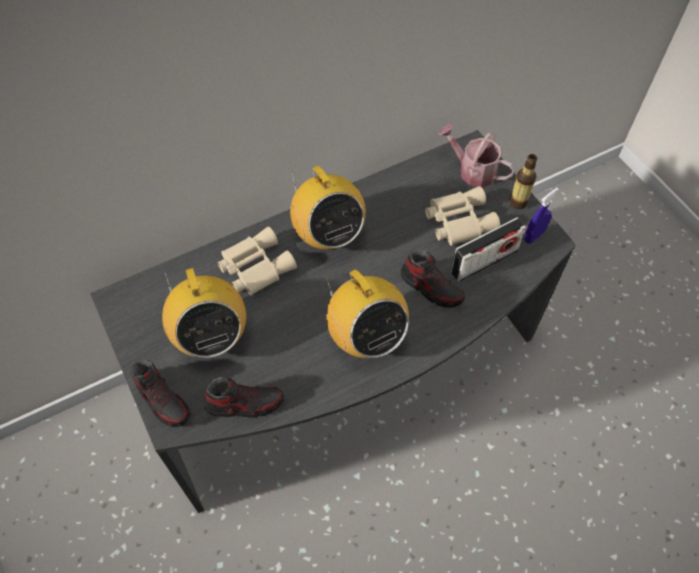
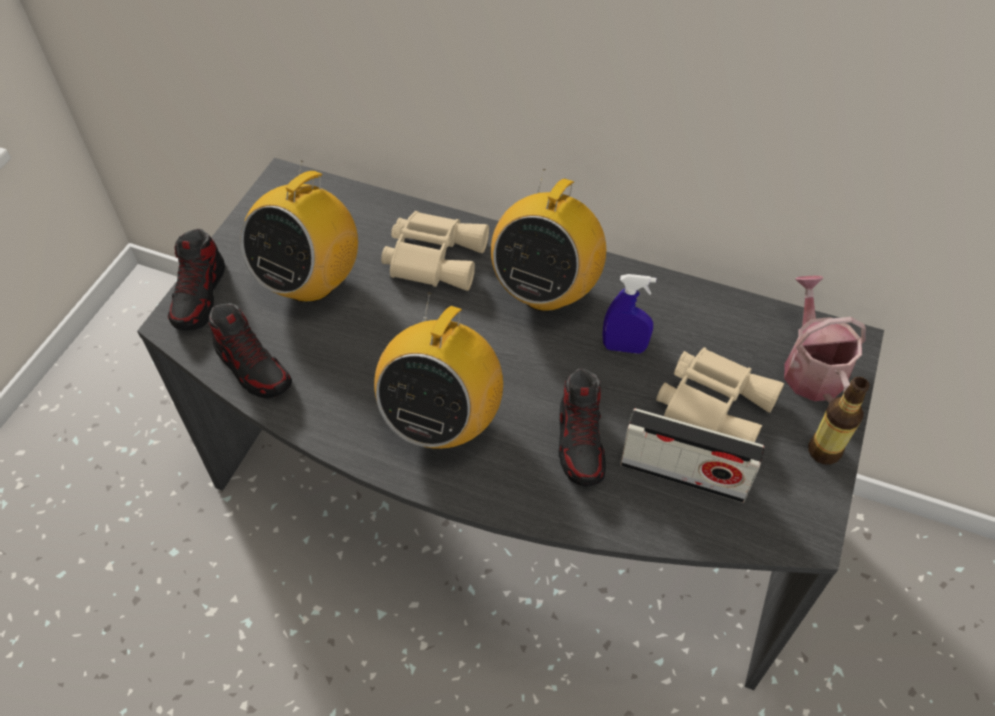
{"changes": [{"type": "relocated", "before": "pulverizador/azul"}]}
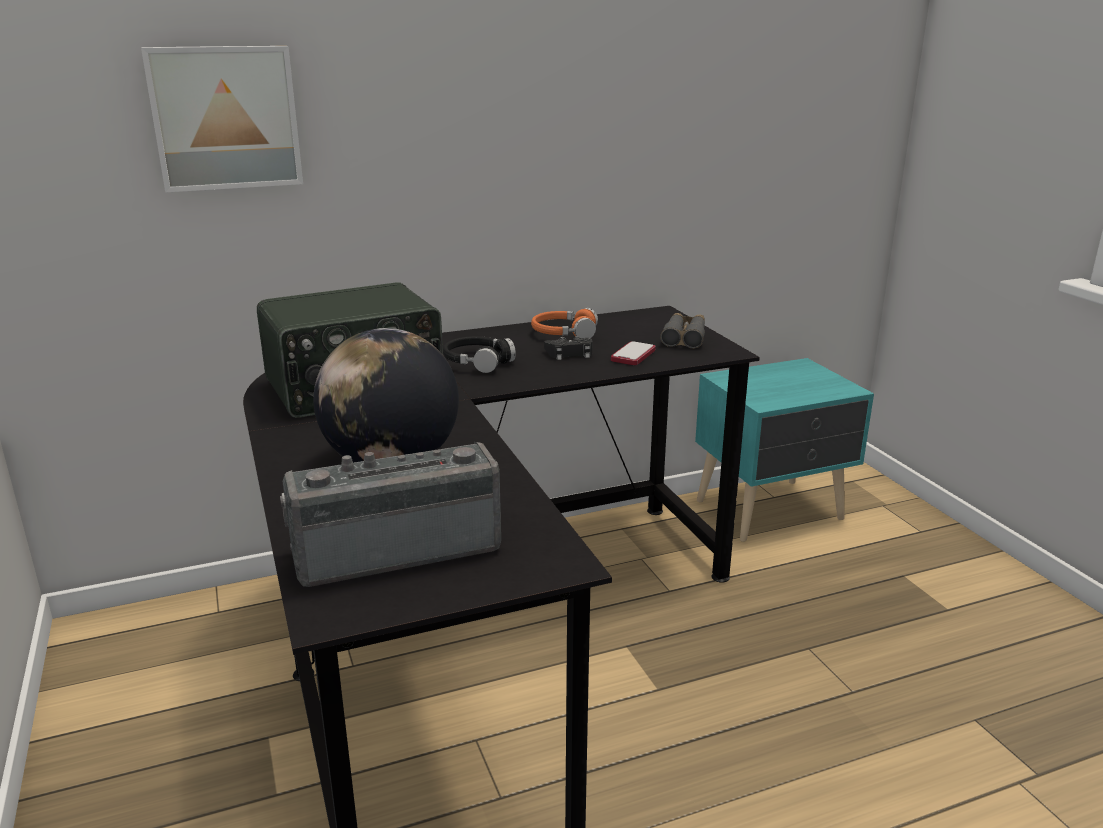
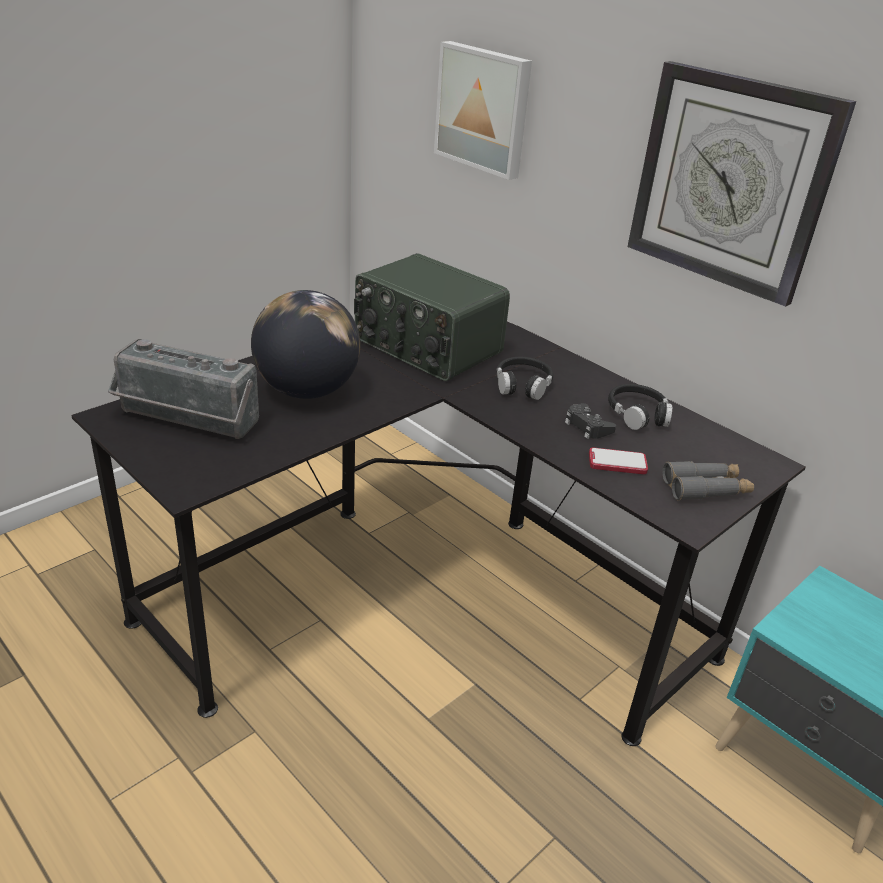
{"changes": [{"type": "spun", "before": "radio (no. 2 from left in the first image)", "turn": 150}, {"type": "colour", "before": "auriculares/naranja", "after": "auriculares/negro (no. 2 from left)"}, {"type": "appeared", "after": "reloj de pared"}]}
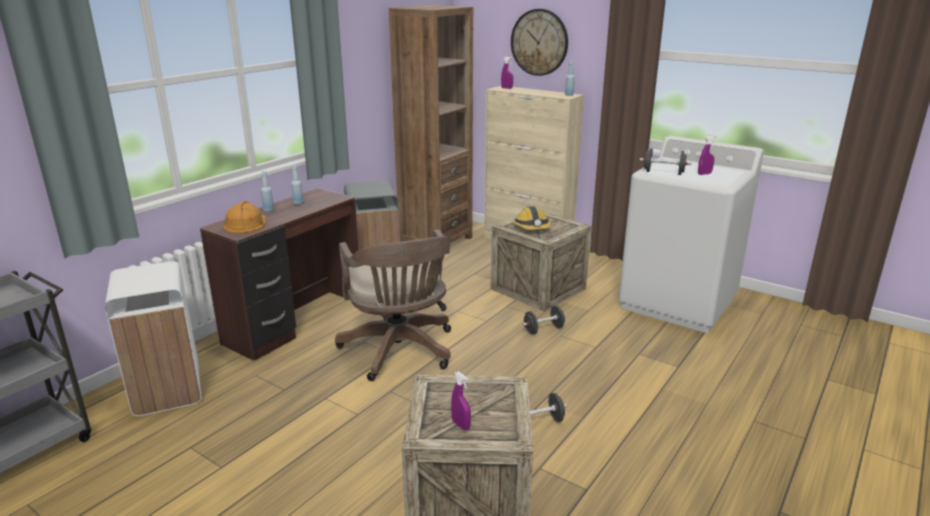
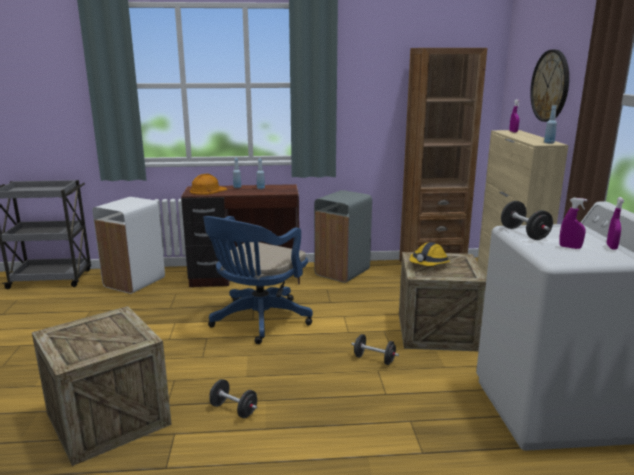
{"changes": [{"type": "colour", "before": "silla de oficina/marrón", "after": "silla de oficina/azul"}, {"type": "relocated", "before": "pulverizador/morado (no. 1 from left in the first image)", "after": "pulverizador/morado (no. 3 from left)"}]}
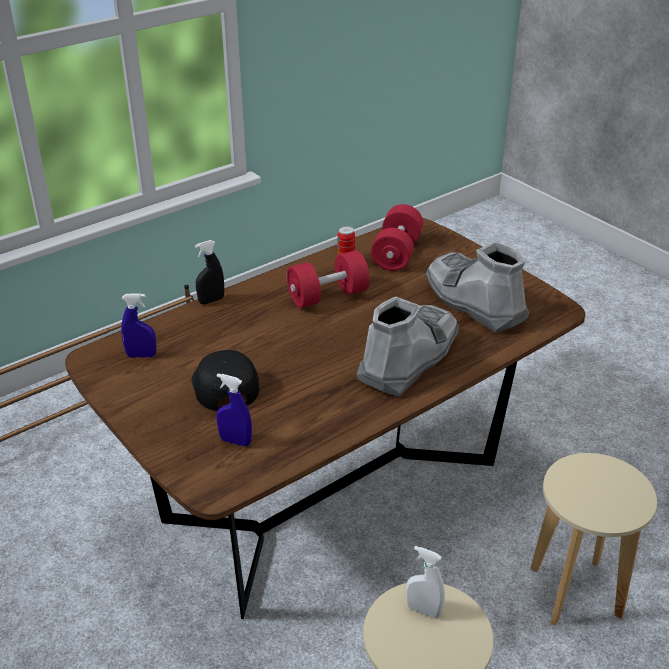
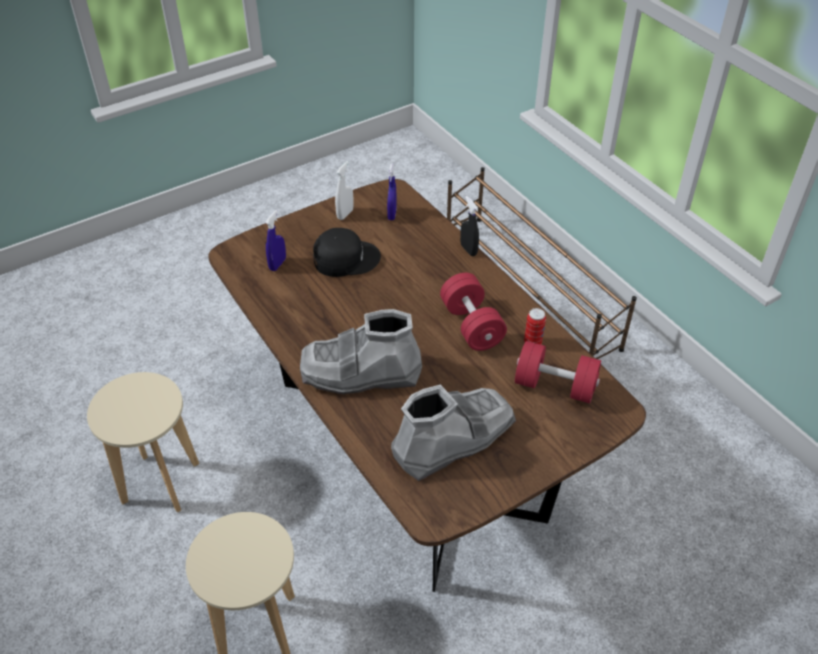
{"changes": [{"type": "spun", "before": "bota/gris (no. 1 from left)", "turn": 135}, {"type": "relocated", "before": "pulverizador/blanco"}]}
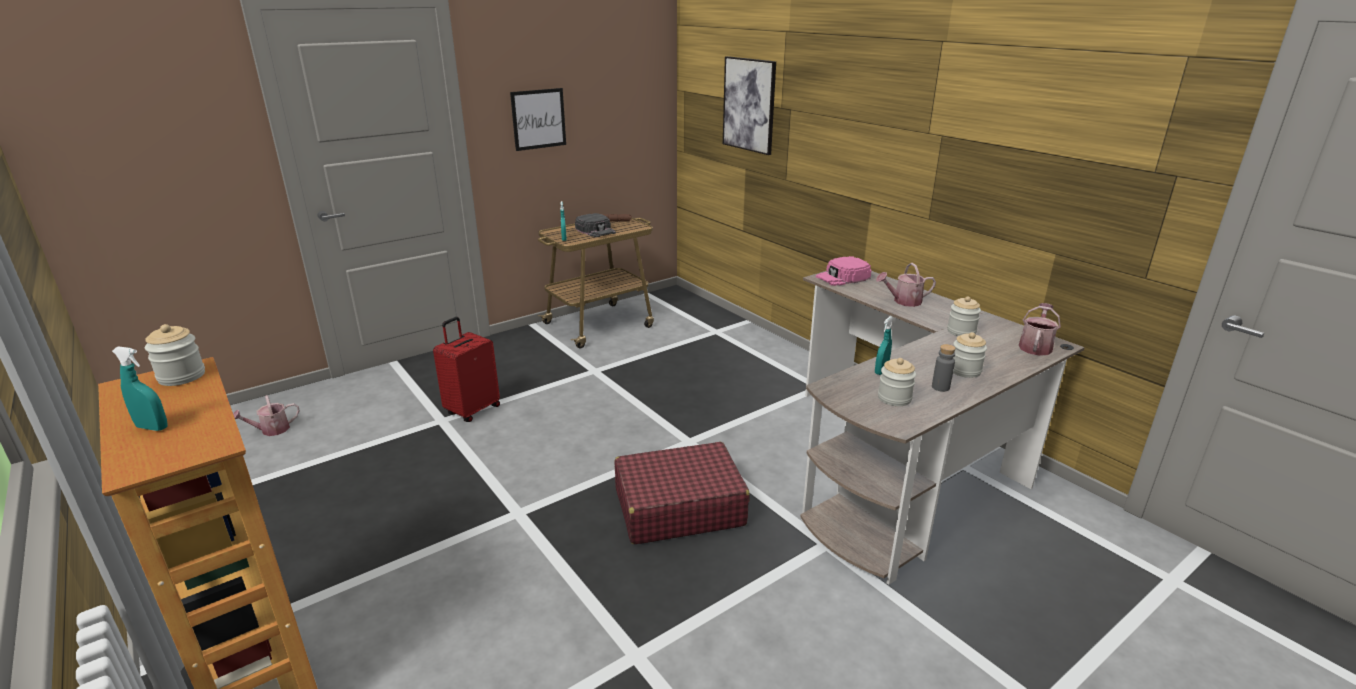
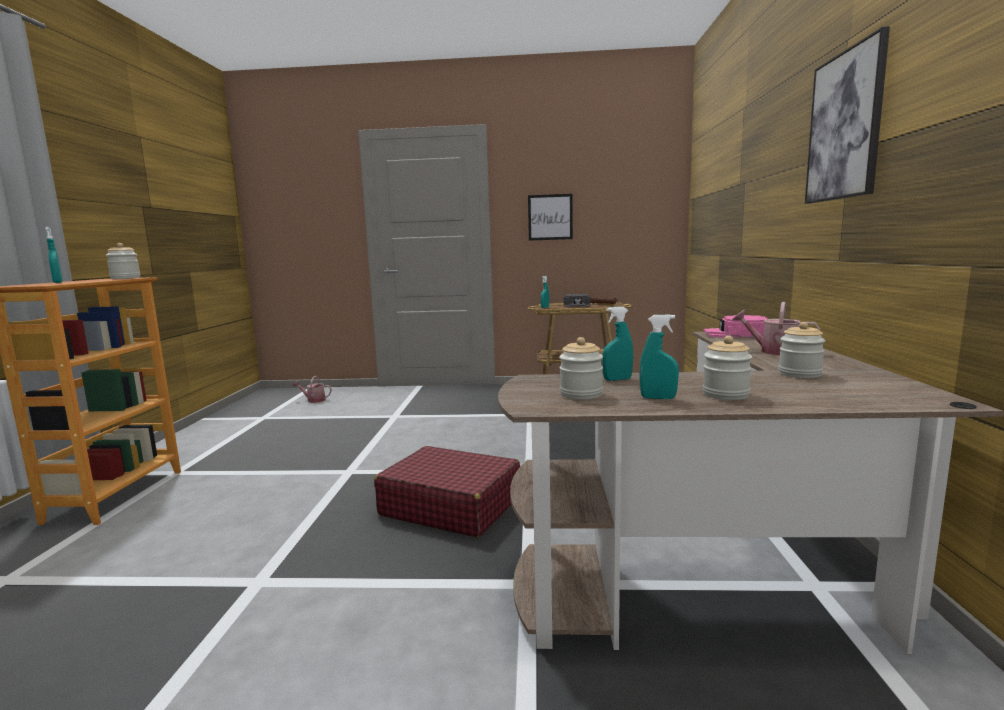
{"changes": [{"type": "missing", "before": "maleta/rojo (no. 1 from left)"}, {"type": "relocated", "before": "cuadro (no. 2 from left)"}, {"type": "exchanged", "before": "botella/gris", "after": "pulverizador/turquesa (no. 4 from left)"}, {"type": "missing", "before": "regadera (no. 3 from left)"}]}
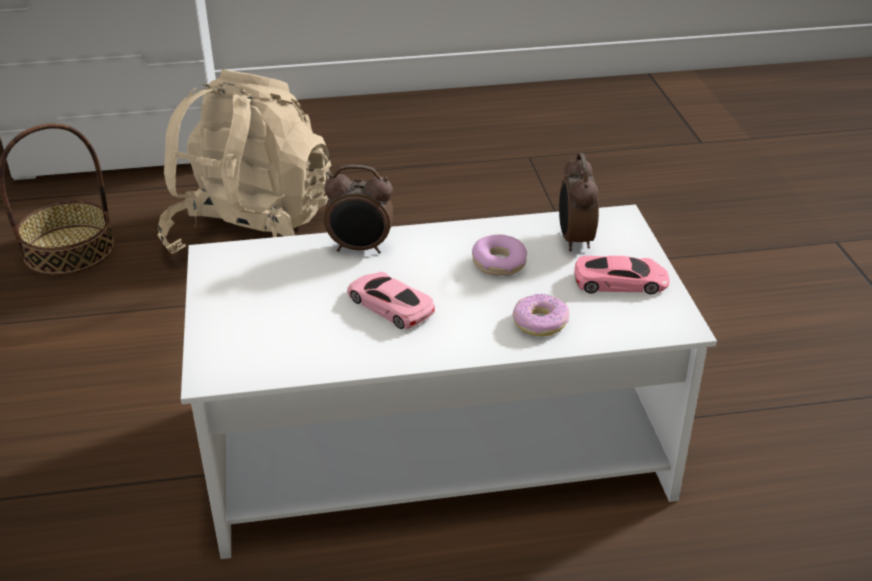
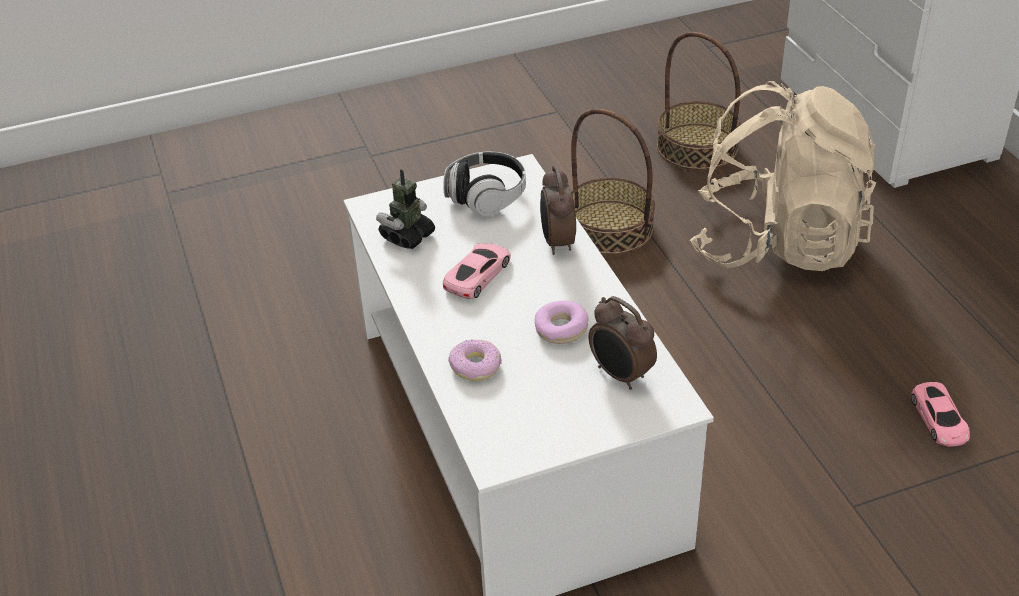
{"changes": [{"type": "spun", "before": "despertador (no. 2 from left)", "turn": -120}, {"type": "relocated", "before": "coche de juguete/rosa (no. 2 from left)"}, {"type": "appeared", "after": "robot de juguete"}, {"type": "appeared", "after": "auriculares"}, {"type": "appeared", "after": "cesta (no. 1 from left)"}]}
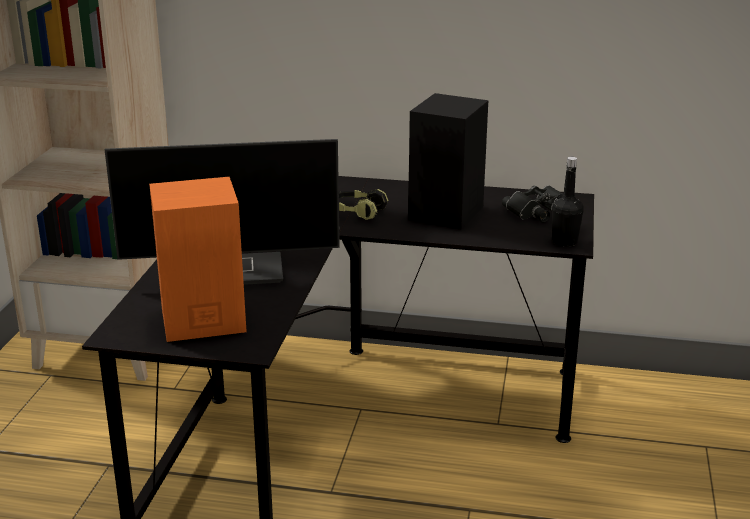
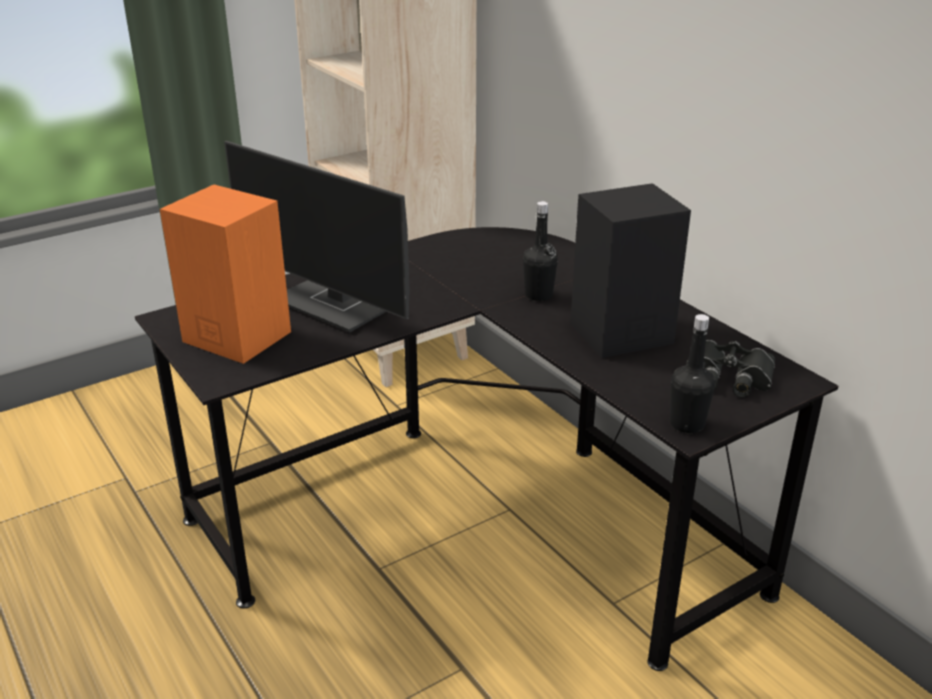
{"changes": [{"type": "exchanged", "before": "auriculares", "after": "botella/negro (no. 1 from left)"}]}
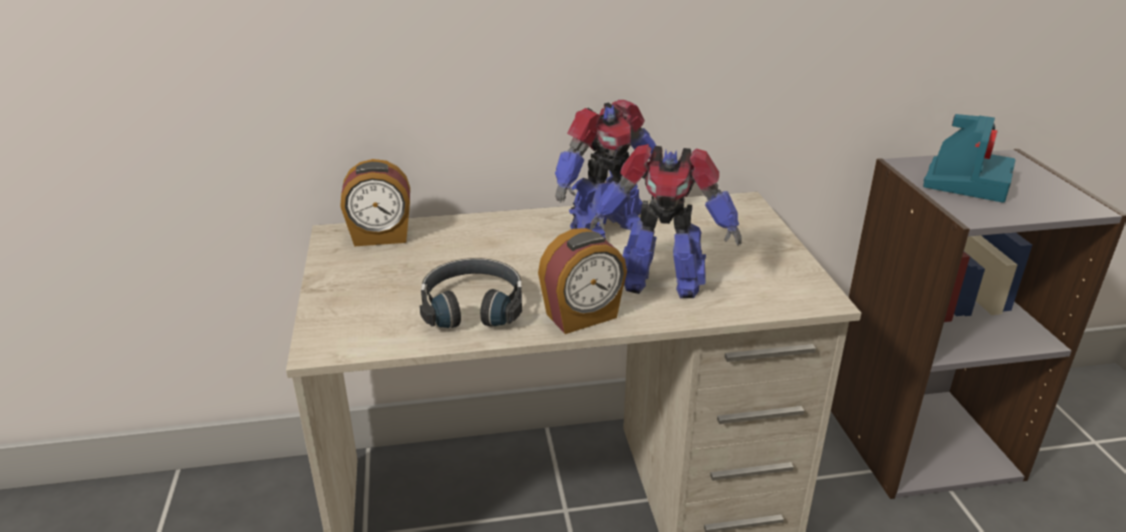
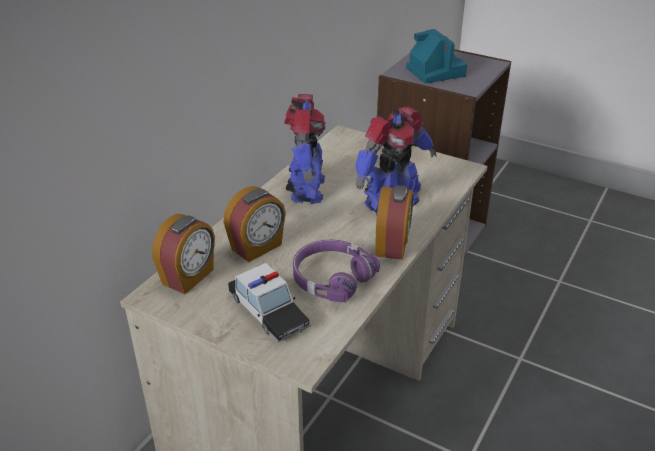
{"changes": [{"type": "colour", "before": "auriculares/negro", "after": "auriculares/morado"}, {"type": "appeared", "after": "despertador (no. 2 from left)"}, {"type": "appeared", "after": "coche de juguete"}]}
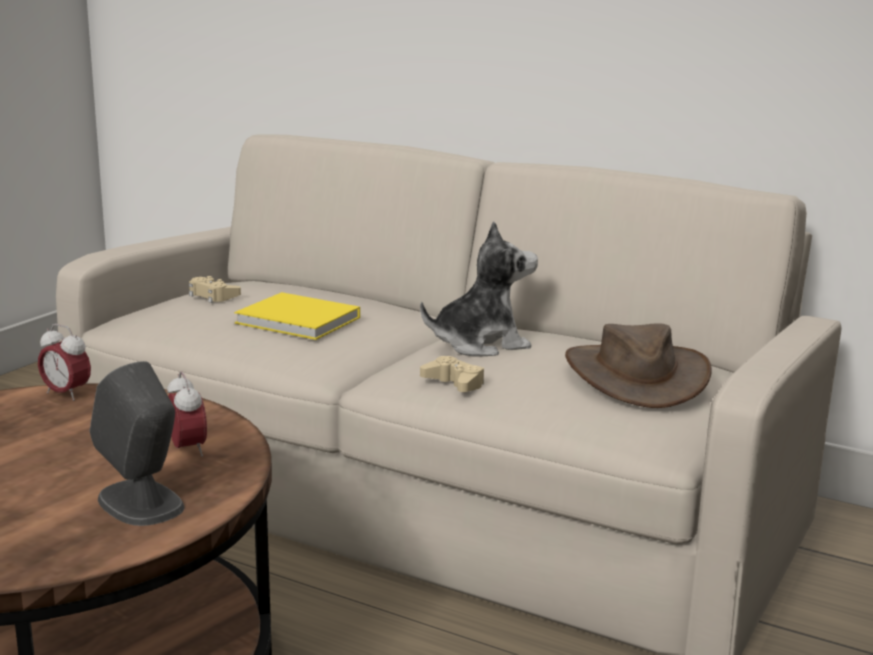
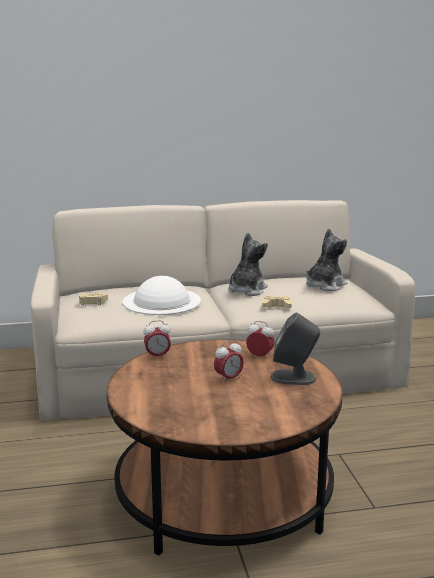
{"changes": [{"type": "exchanged", "before": "libro/amarillo", "after": "sombrero/blanco"}, {"type": "exchanged", "before": "sombrero/marrón", "after": "peluche (no. 2 from left)"}, {"type": "appeared", "after": "despertador (no. 2 from left)"}]}
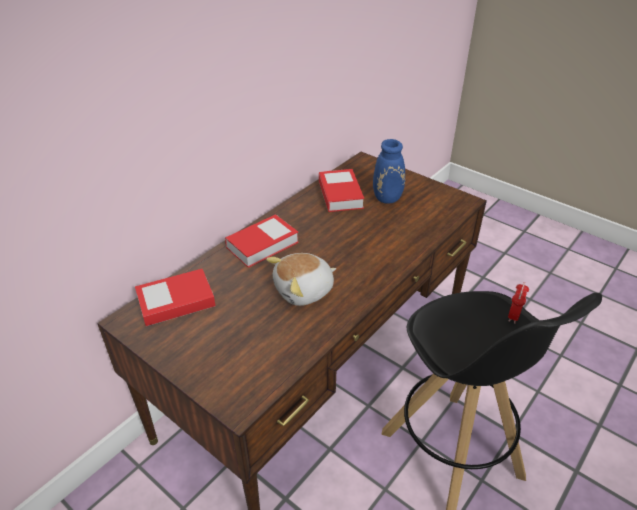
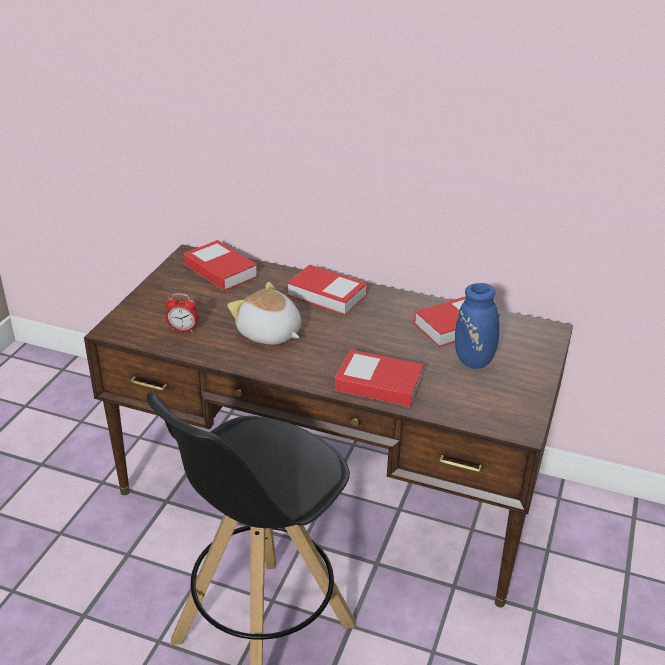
{"changes": [{"type": "relocated", "before": "despertador"}, {"type": "appeared", "after": "libro (no. 3 from left)"}]}
